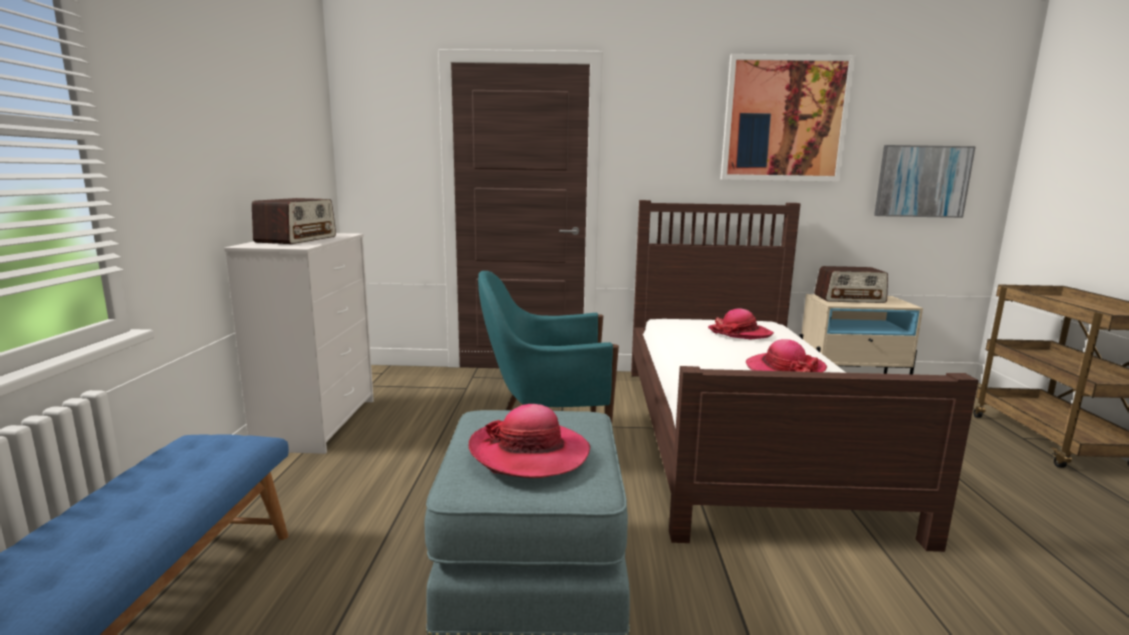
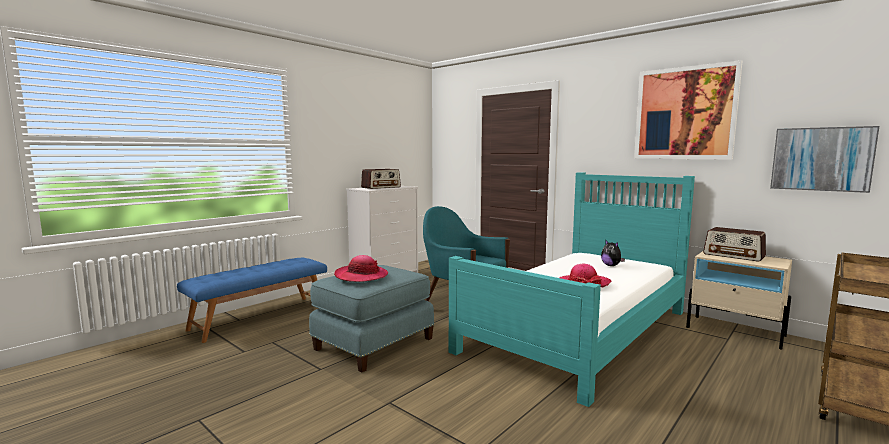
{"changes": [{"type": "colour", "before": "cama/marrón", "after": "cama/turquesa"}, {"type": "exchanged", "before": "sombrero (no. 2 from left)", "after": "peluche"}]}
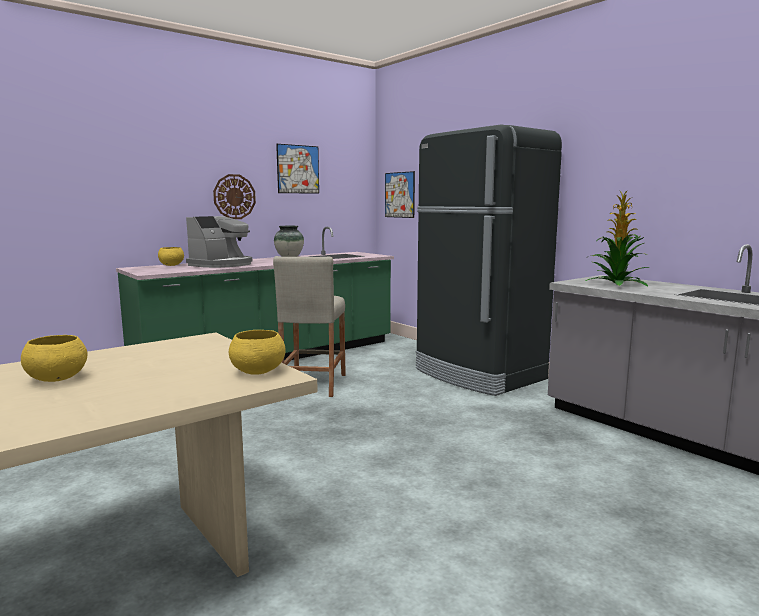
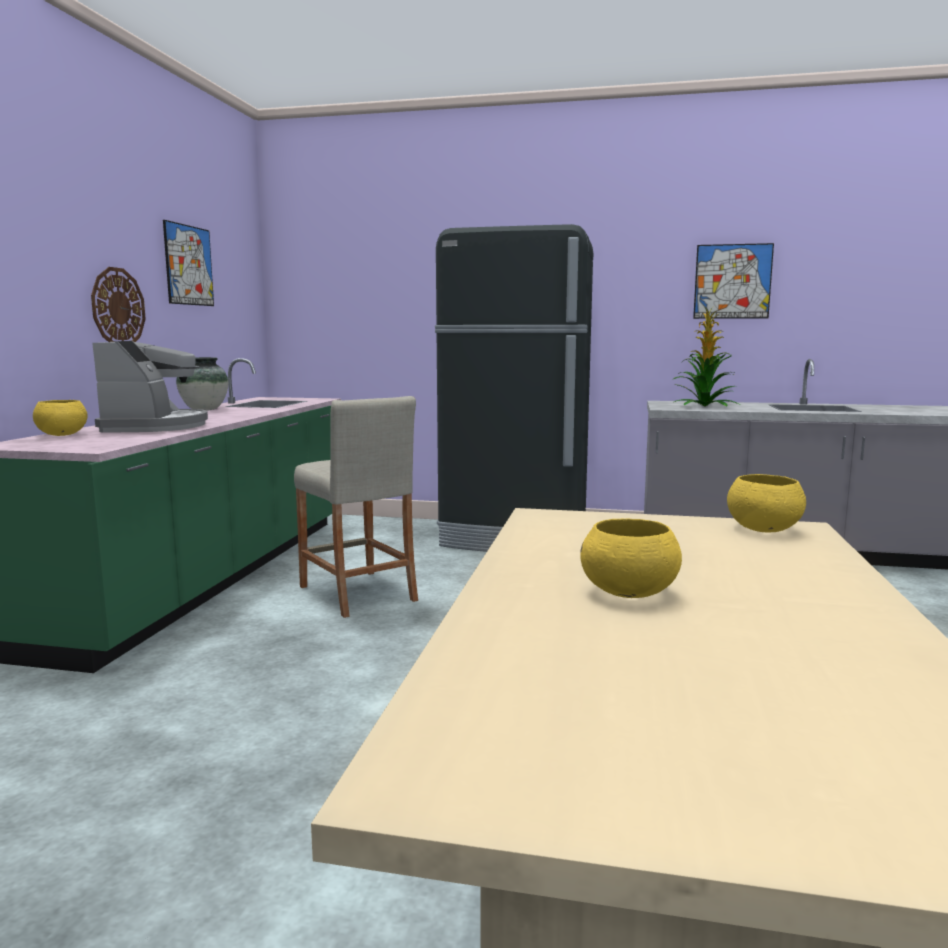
{"changes": [{"type": "relocated", "before": "cuadro (no. 2 from left)"}]}
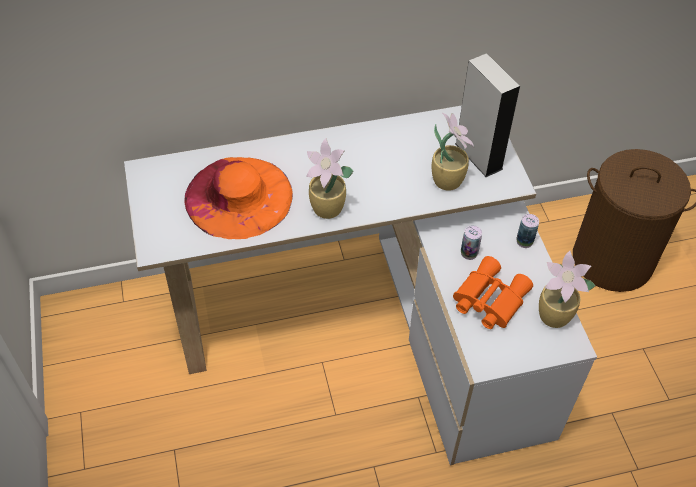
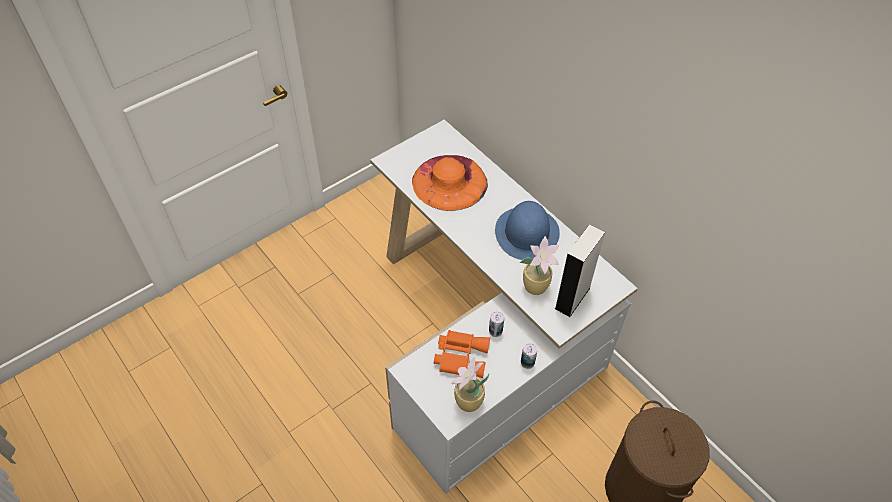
{"changes": [{"type": "missing", "before": "planta en maceta (no. 1 from left)"}, {"type": "appeared", "after": "sombrero/azul"}]}
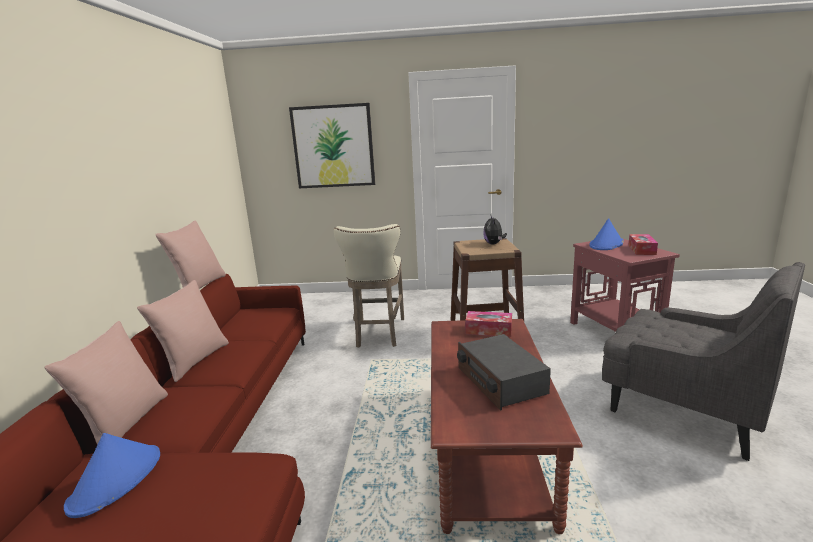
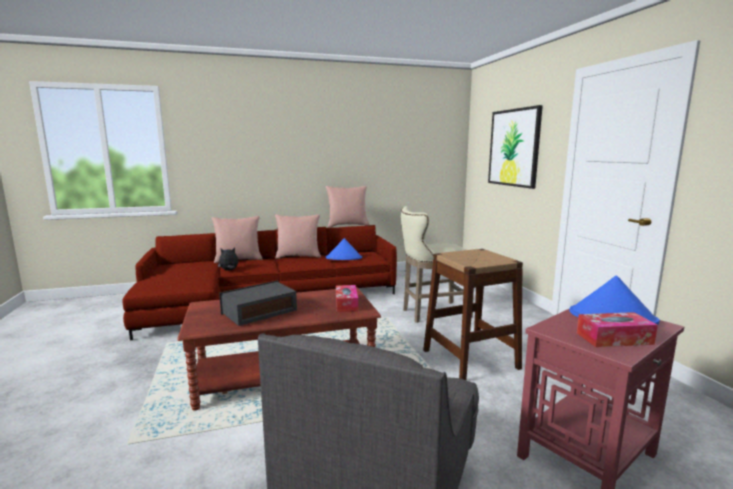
{"changes": [{"type": "relocated", "before": "sombrero/azul (no. 1 from left)"}, {"type": "relocated", "before": "peluche"}]}
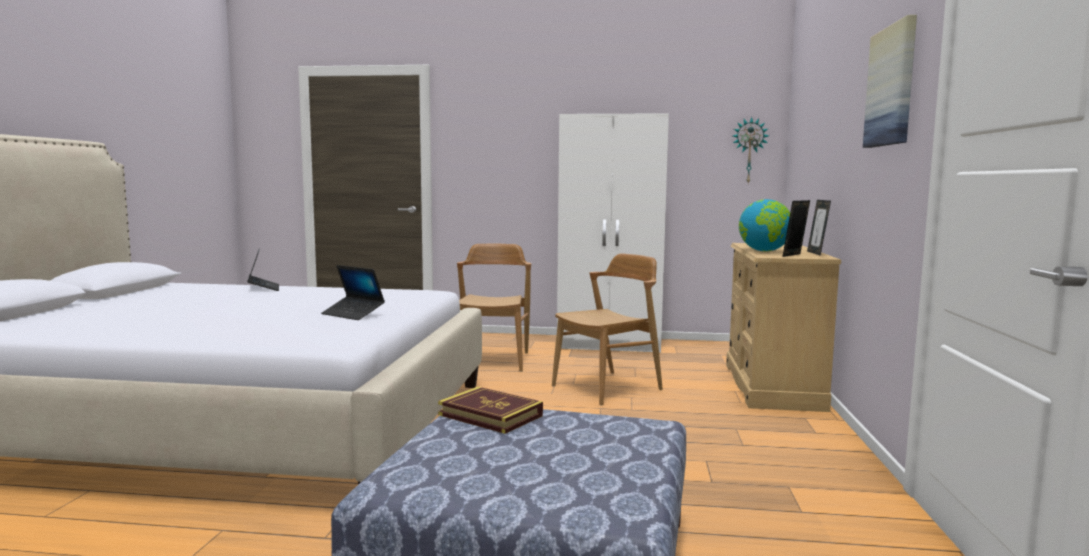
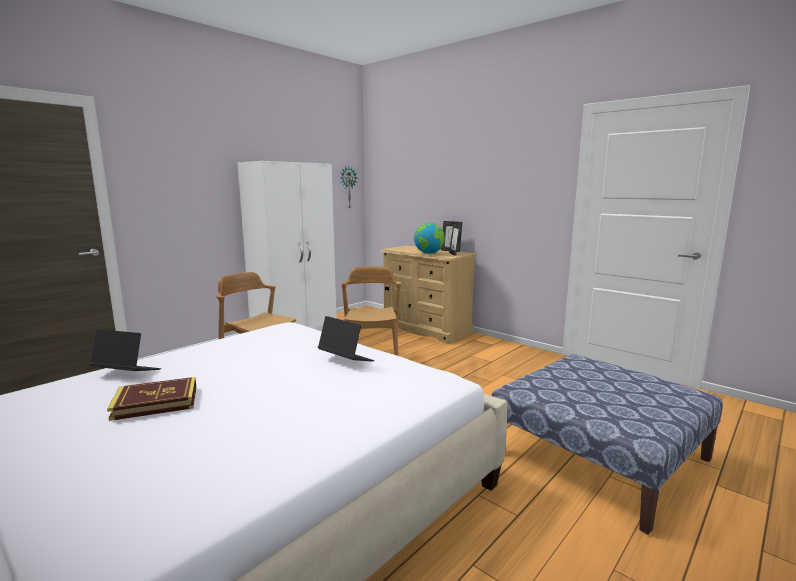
{"changes": [{"type": "spun", "before": "portátil (no. 2 from left)", "turn": -120}, {"type": "relocated", "before": "libro"}, {"type": "missing", "before": "cuadro"}]}
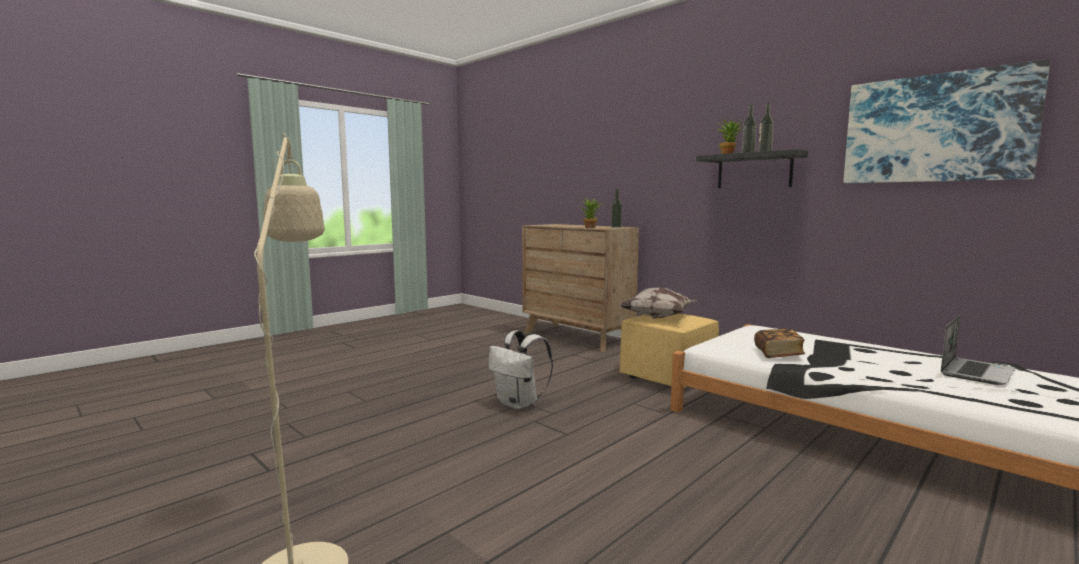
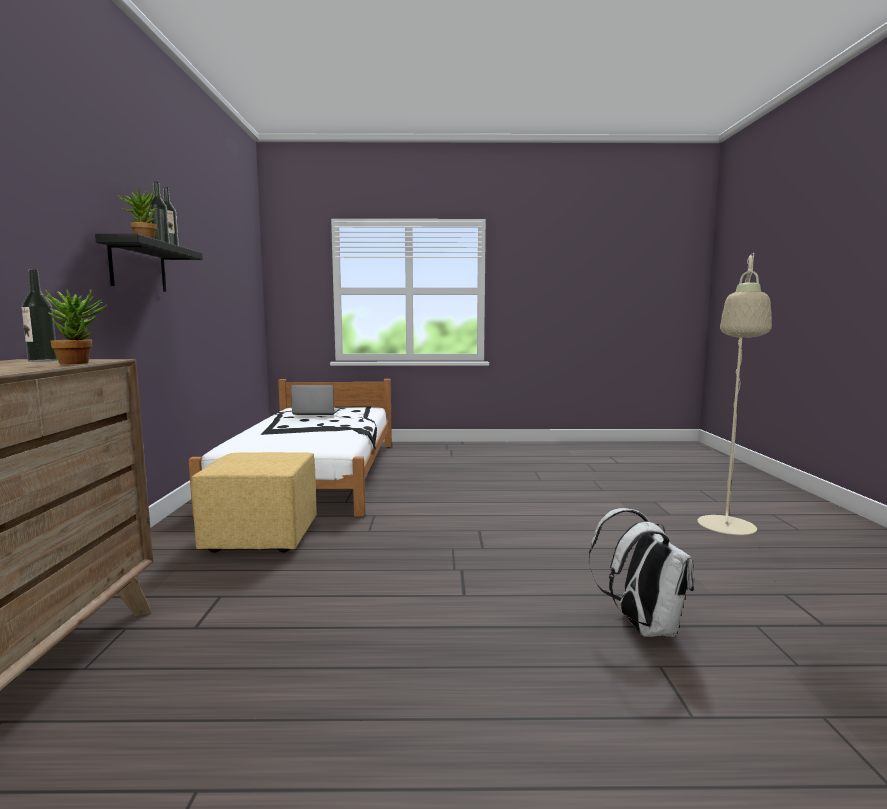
{"changes": [{"type": "relocated", "before": "mochila/blanco"}, {"type": "missing", "before": "cojín"}, {"type": "missing", "before": "libro"}, {"type": "missing", "before": "cuadro"}]}
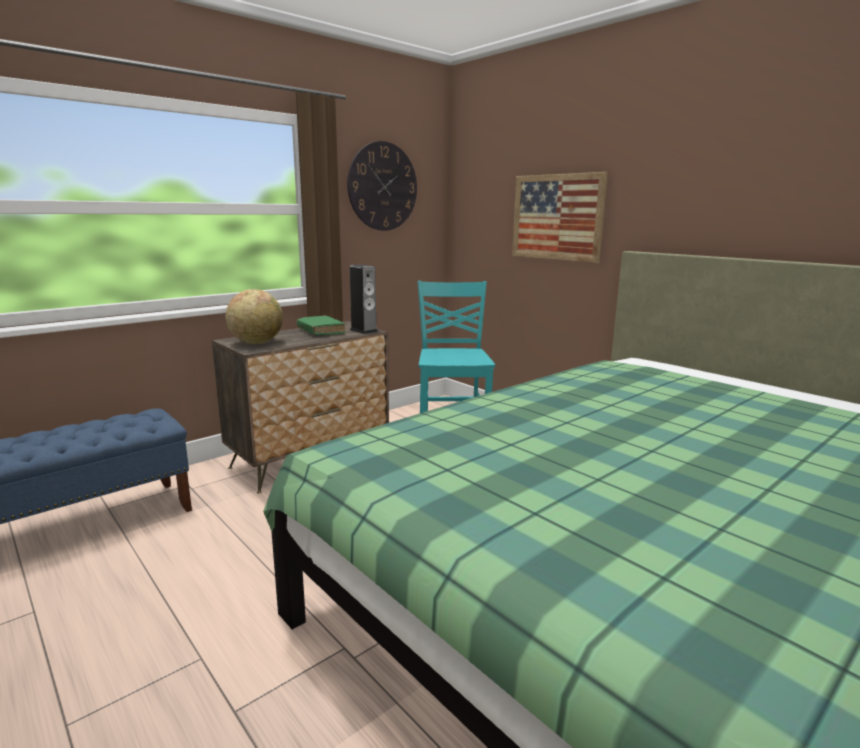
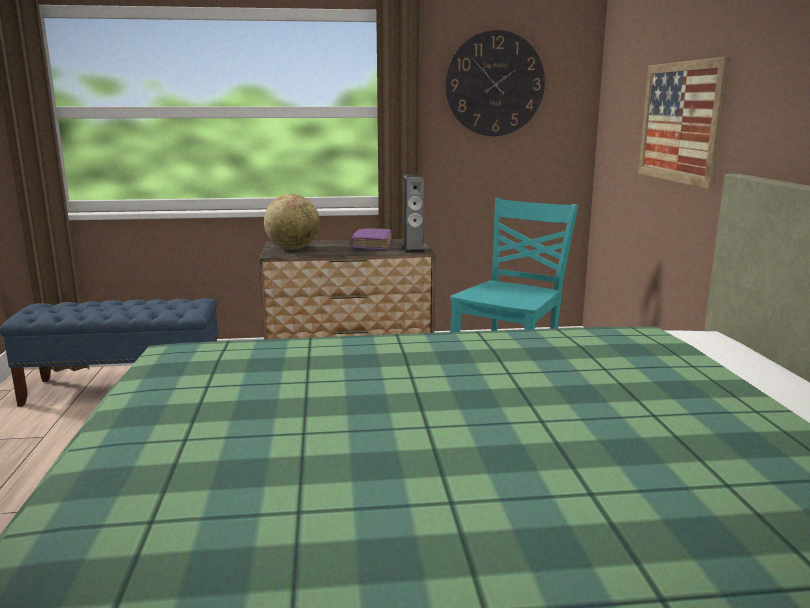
{"changes": [{"type": "colour", "before": "libro/verde", "after": "libro/morado"}]}
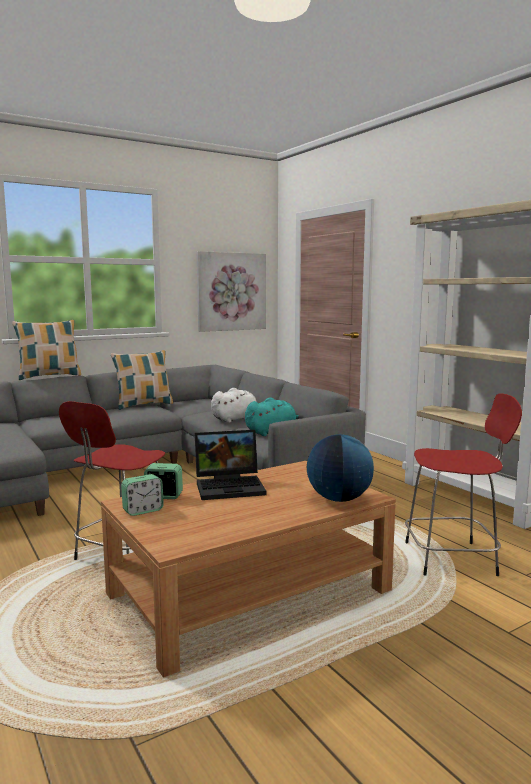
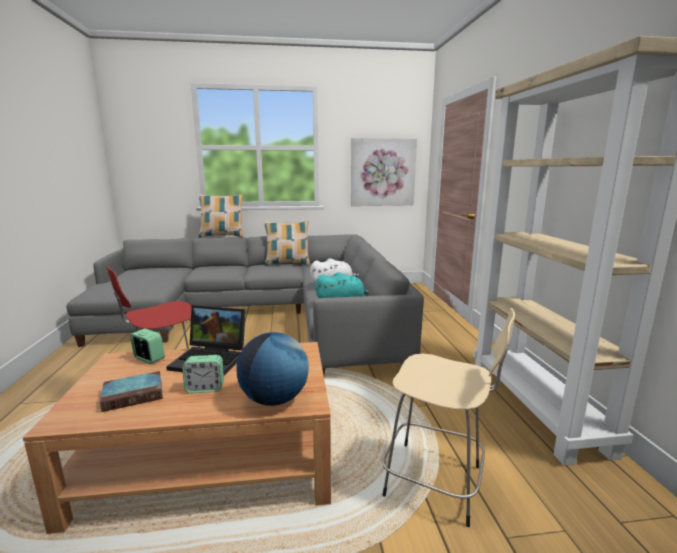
{"changes": [{"type": "relocated", "before": "despertador (no. 1 from left in the first image)", "after": "despertador (no. 2 from left)"}, {"type": "colour", "before": "taburete/rojo (no. 2 from left)", "after": "taburete/beis"}, {"type": "appeared", "after": "libro"}]}
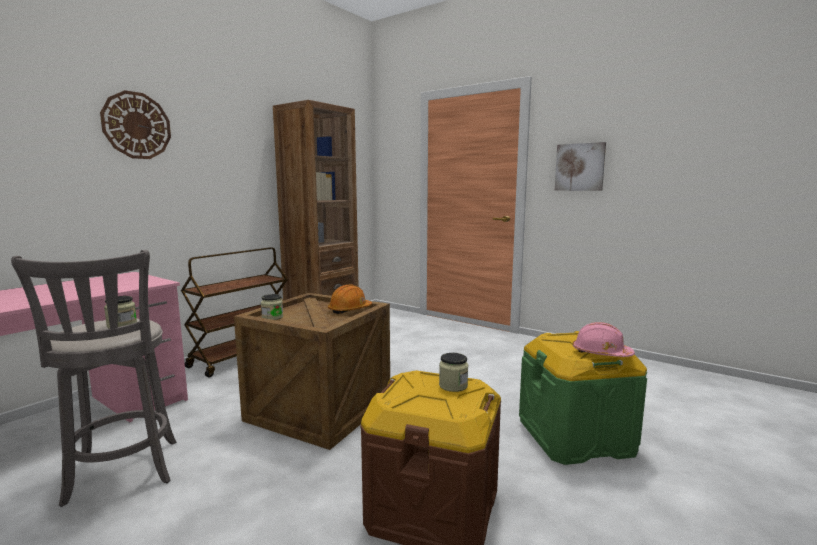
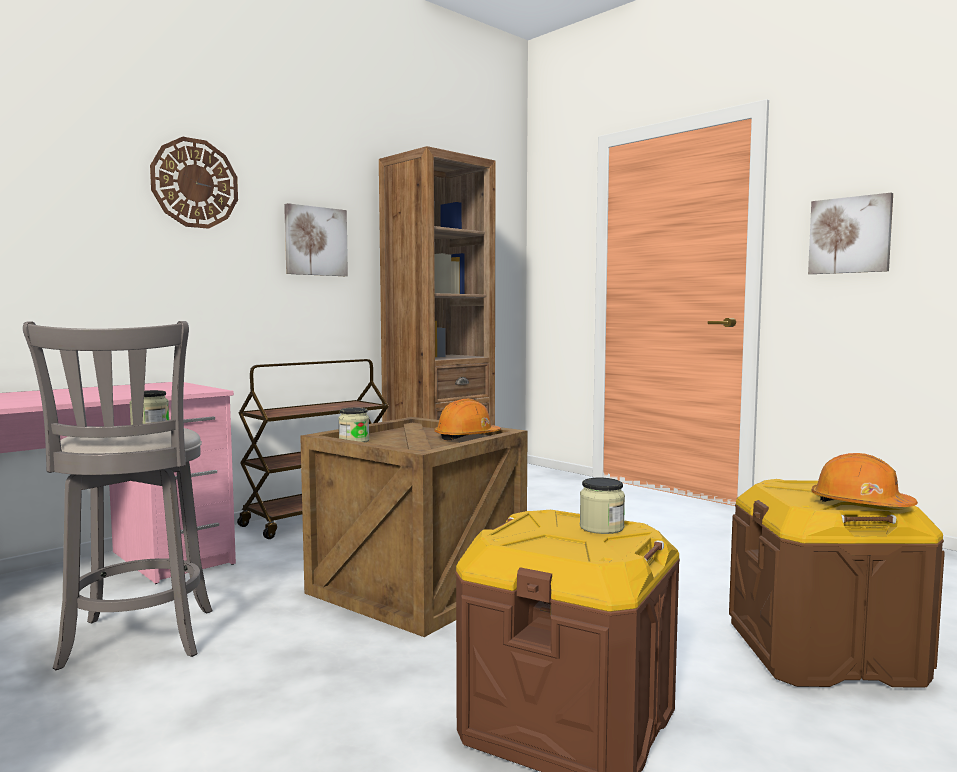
{"changes": [{"type": "colour", "before": "caja de almacenaje/verde", "after": "caja de almacenaje/marrón (no. 2 from left)"}, {"type": "colour", "before": "casco/rosa", "after": "casco/naranja (no. 2 from left)"}, {"type": "appeared", "after": "cuadro (no. 1 from left)"}]}
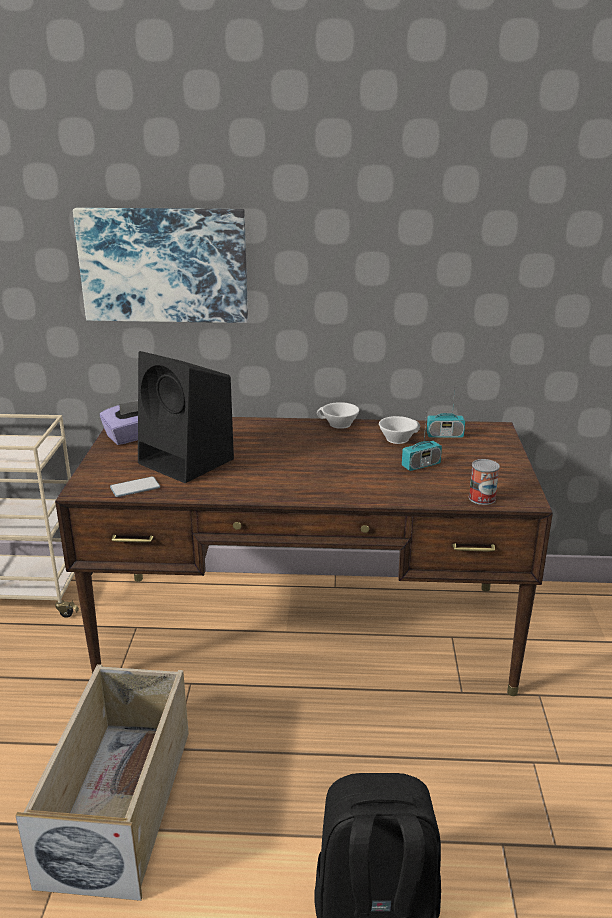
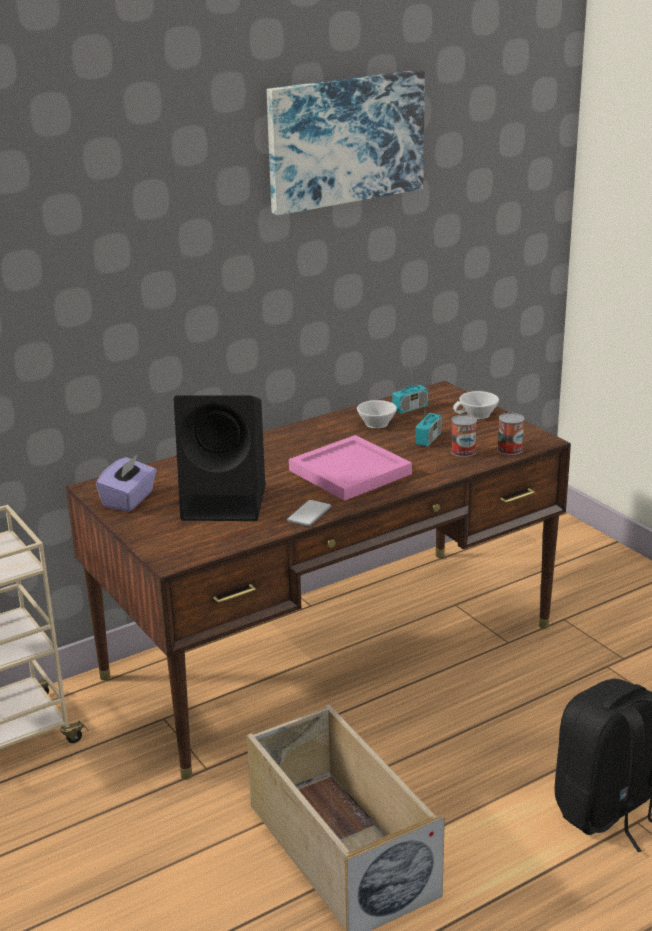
{"changes": [{"type": "relocated", "before": "cuadro"}, {"type": "relocated", "before": "móvil"}, {"type": "relocated", "before": "taza/blanco (no. 1 from left in the first image)", "after": "taza/blanco (no. 2 from left)"}, {"type": "appeared", "after": "bandeja/rosa"}, {"type": "appeared", "after": "lata (no. 1 from left)"}]}
